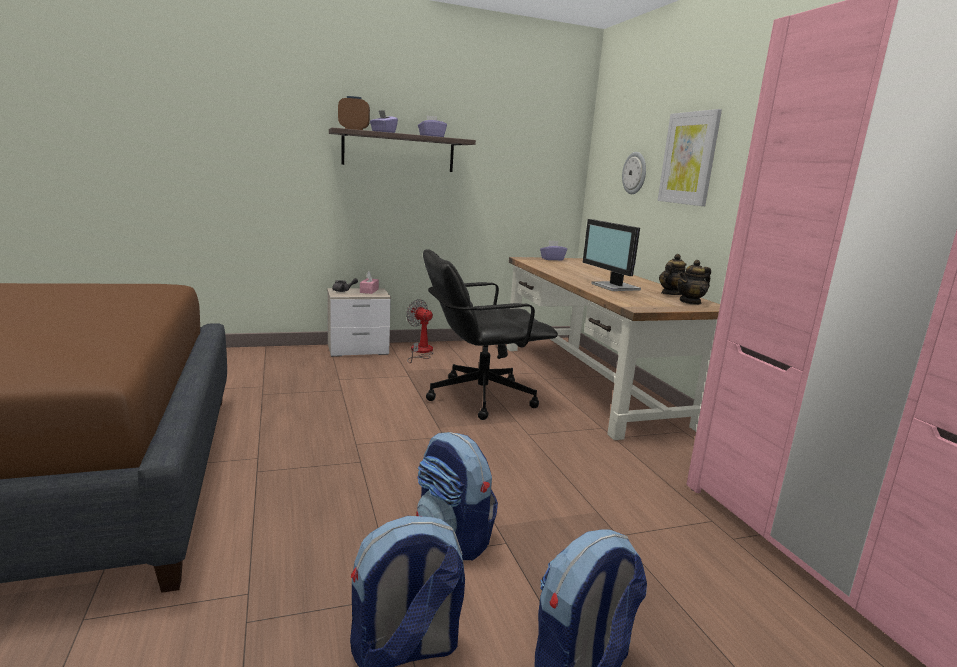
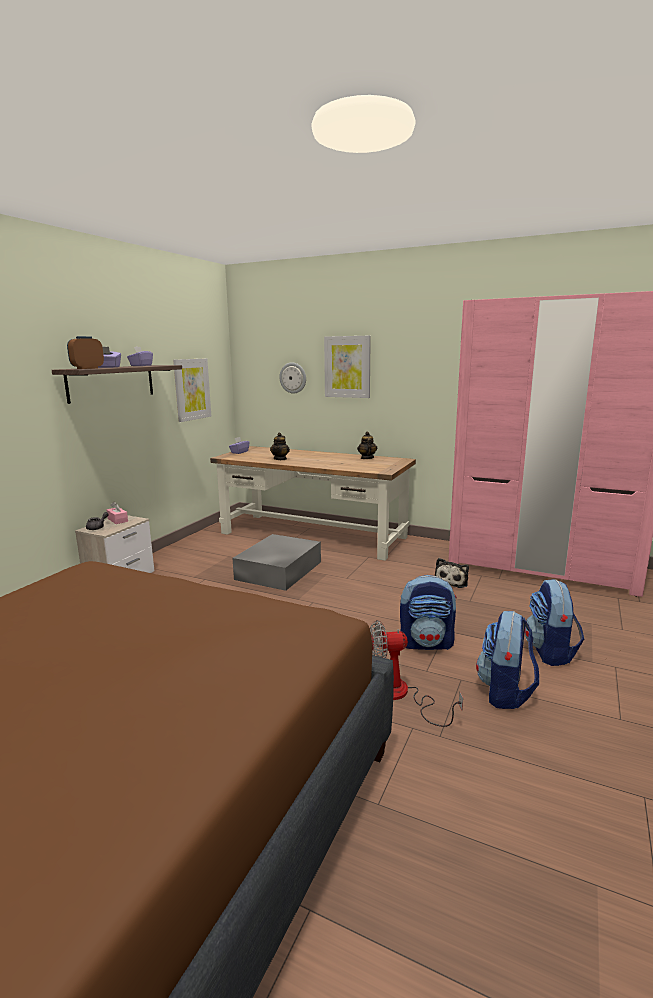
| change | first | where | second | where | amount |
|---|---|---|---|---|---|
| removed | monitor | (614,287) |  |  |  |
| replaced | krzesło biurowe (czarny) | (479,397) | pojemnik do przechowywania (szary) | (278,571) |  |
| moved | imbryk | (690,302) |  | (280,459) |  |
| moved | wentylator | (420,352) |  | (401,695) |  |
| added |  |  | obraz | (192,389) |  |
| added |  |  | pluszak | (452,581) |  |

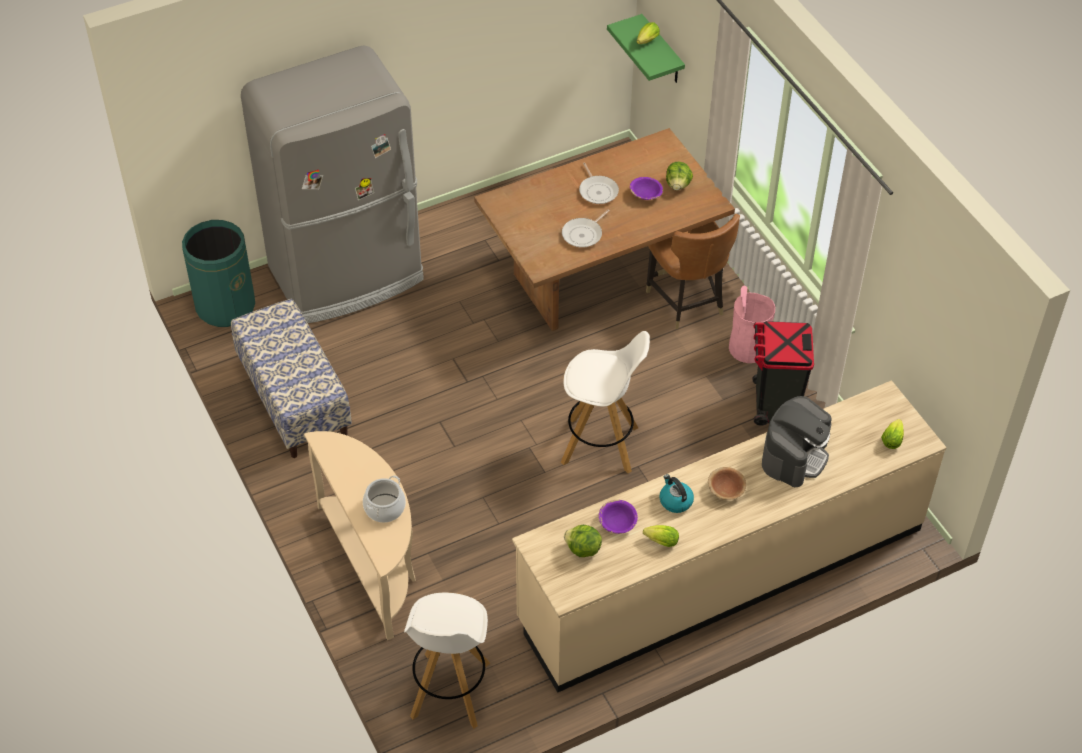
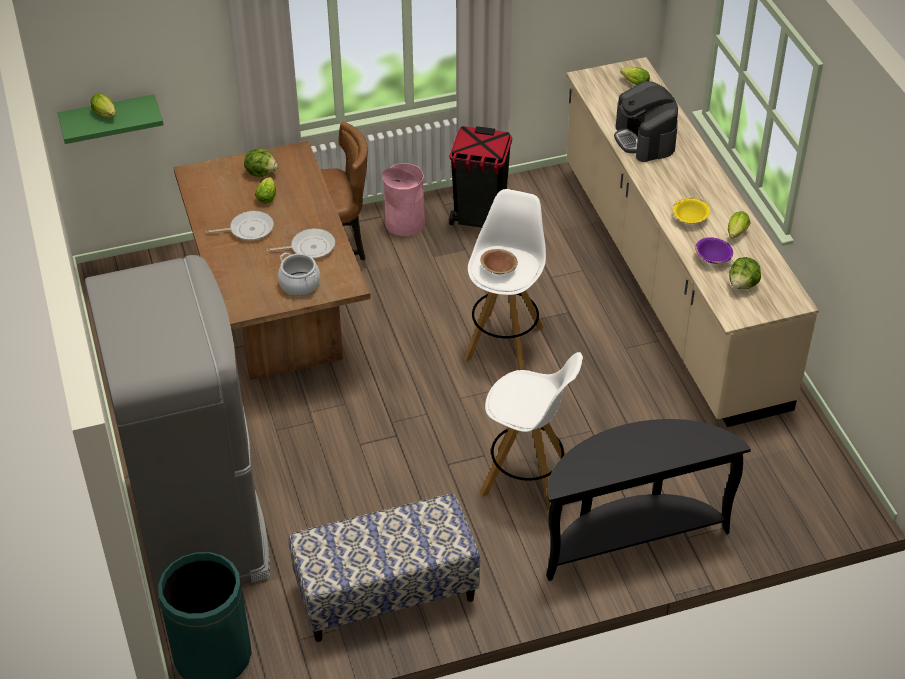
| change | first | where | second | where | amount |
|---|---|---|---|---|---|
| replaced | miska (fioletowy) | (645,195) | sałata | (267,196) |  |
| turned | patelnia | (584,234) |  | (310,247) | 60 degrees counterclockwise |
| turned | ekspres do kawy | (794,455) |  | (645,139) | 150 degrees counterclockwise |
| recoloured | stolik konsolowy (beżowy) | (374,563) | stolik konsolowy (czarny) | (630,536) |  |
| moved | miska (brązowy) | (726,490) |  | (498,269) |  |
| replaced | czajnik | (675,501) | miska (żółty) | (690,218) |  |
| moved | garnek | (385,508) |  | (300,284) |  |
| moved | stołek (biały) | (450,691) |  | (528,481) |  |

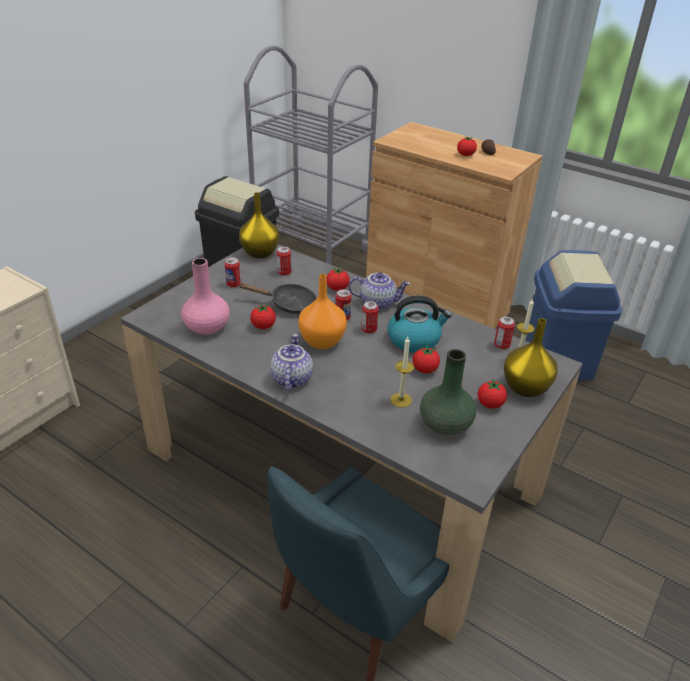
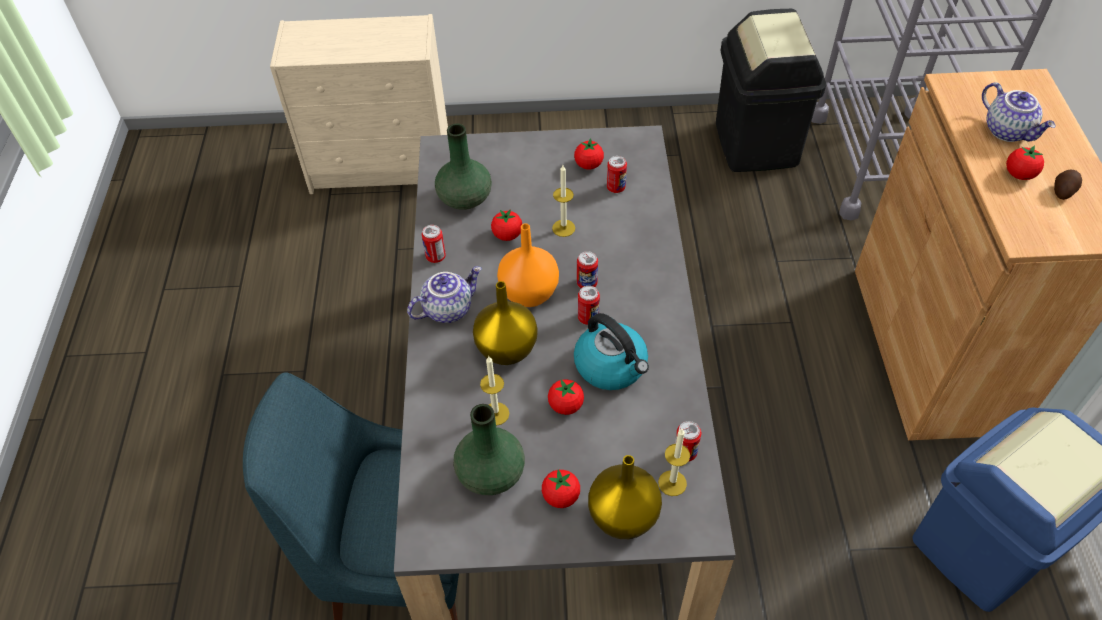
| change | first | where | second | where | amount |
|---|---|---|---|---|---|
| moved | wazon (żółty) | (260,253) |  | (507,351) |  |
| recoloured | wazon (różowy) | (207,327) | wazon (zielony) | (465,199) |  |
| moved | puszka | (234,284) |  | (435,256) |  |
| moved | pomidor | (337,288) |  | (588,165) |  |
| moved | imbryk | (378,302) |  | (1008,131) |  |
| replaced | patelnia (czarny) | (288,304) | świeca | (563,228) |  |

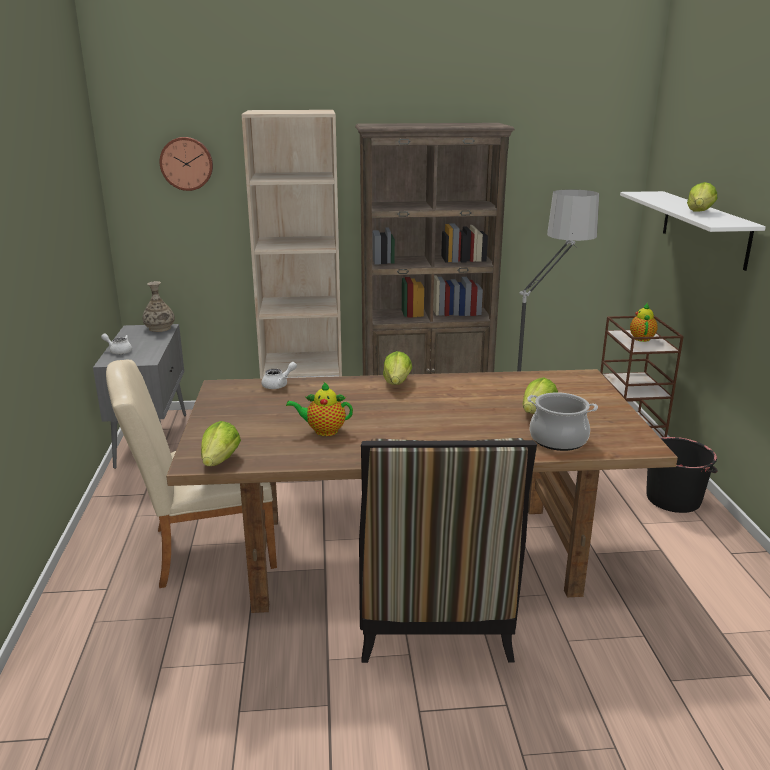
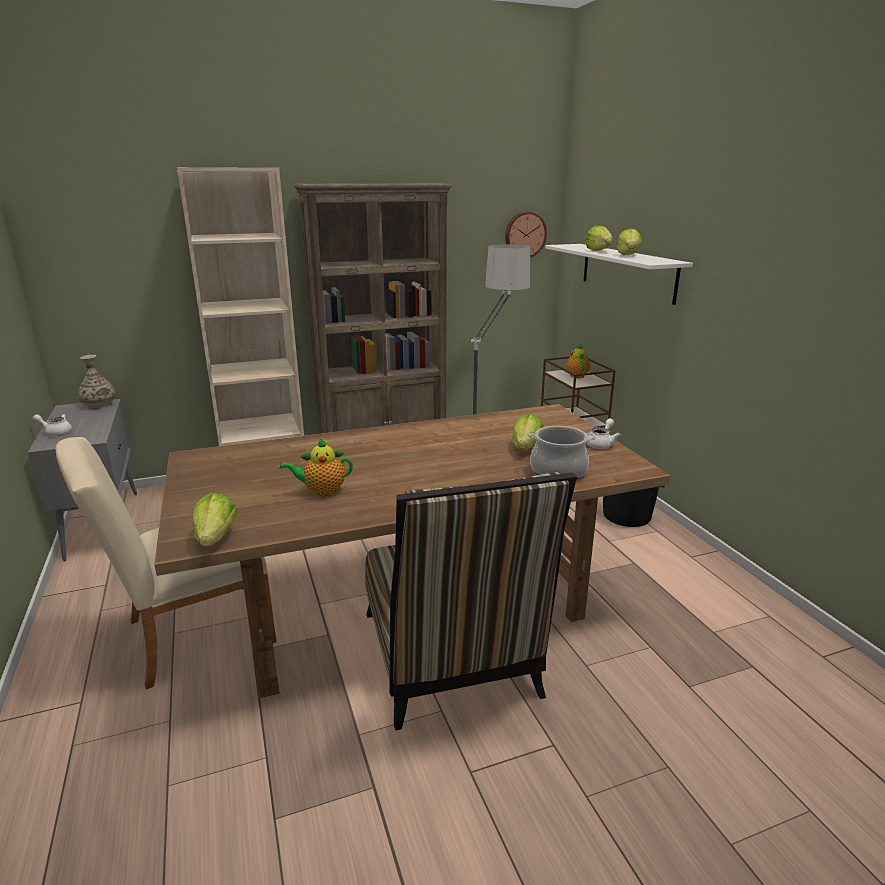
| change | first | where | second | where | amount |
|---|---|---|---|---|---|
| moved | zegar ścienny | (186,163) |  | (524,234) |  |
| moved | sałata | (397,383) |  | (599,251) |  |
| moved | imbryk (biały) | (279,385) |  | (601,444) |  |

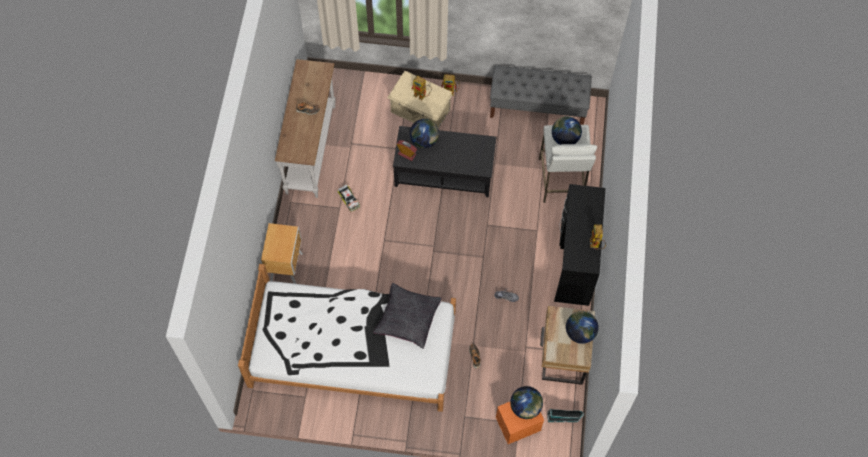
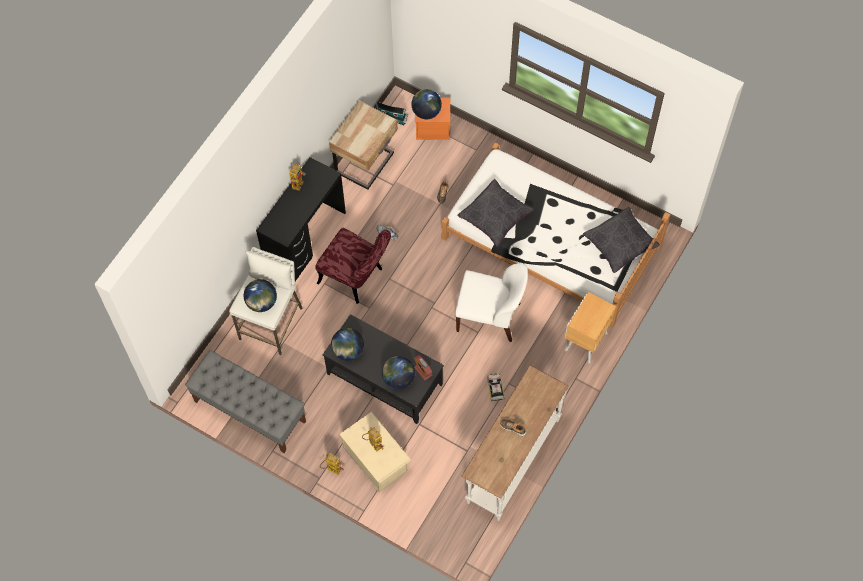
| change | first | where | second | where | amount |
|---|---|---|---|---|---|
| moved | globus | (580,332) |  | (348,351) |  |
| added |  |  | poduszka (czarny) | (620,244) |  |
| added |  |  | krzesło (czerwony) | (356,278) |  |
| added |  |  | krzesło (biały) | (490,317) |  |

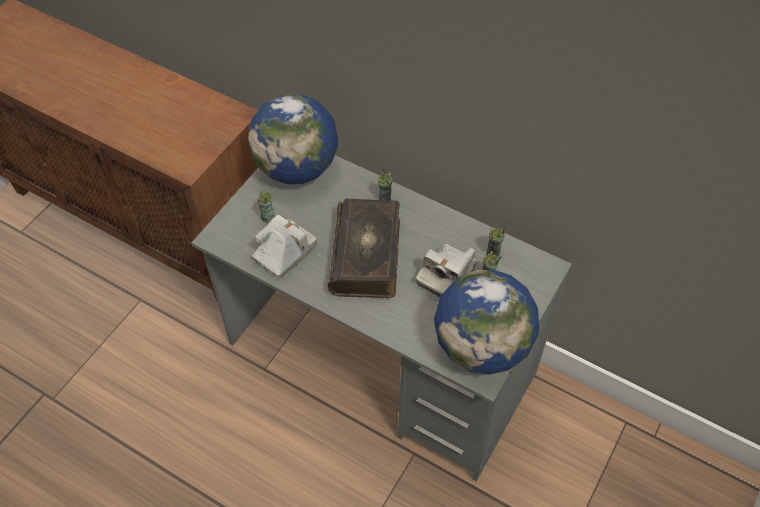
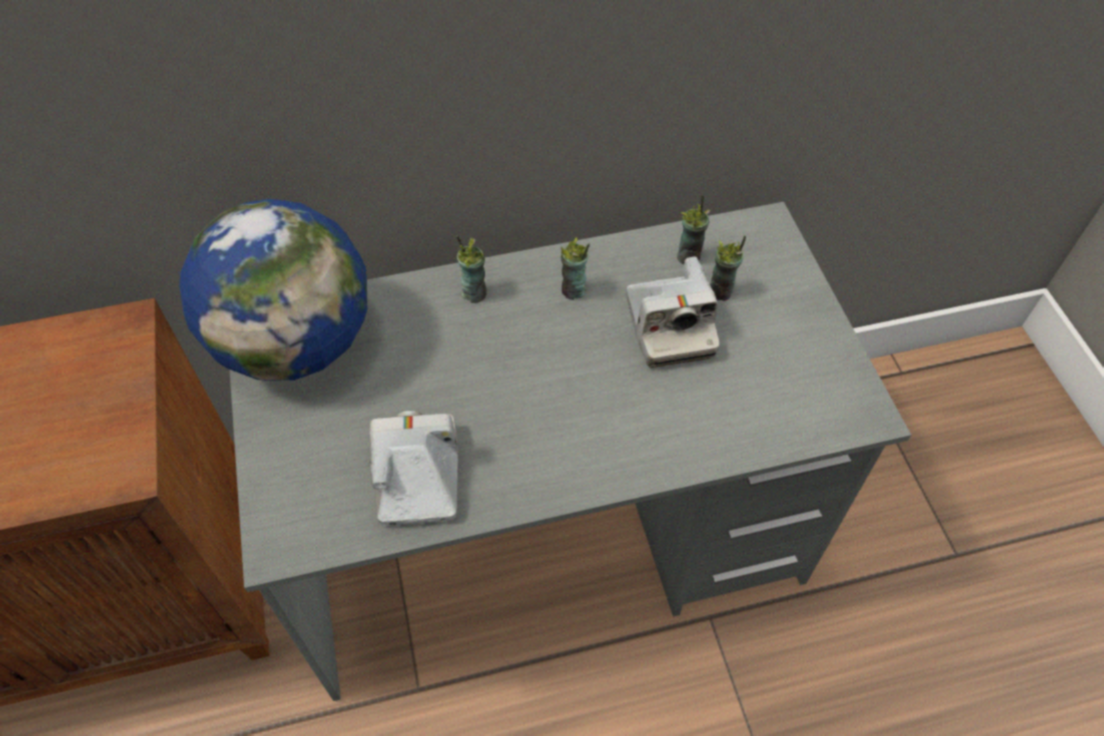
| change | first | where | second | where | amount |
|---|---|---|---|---|---|
| moved | filiżanka | (268,218) |  | (573,291) |  |
| removed | książka | (367,256) |  |  |  |
| removed | globus | (481,346) |  |  |  |

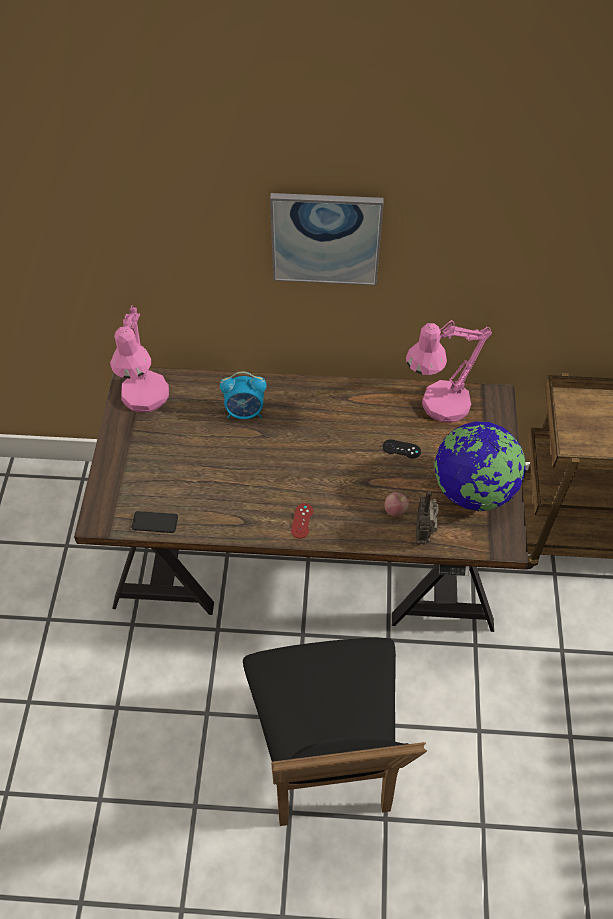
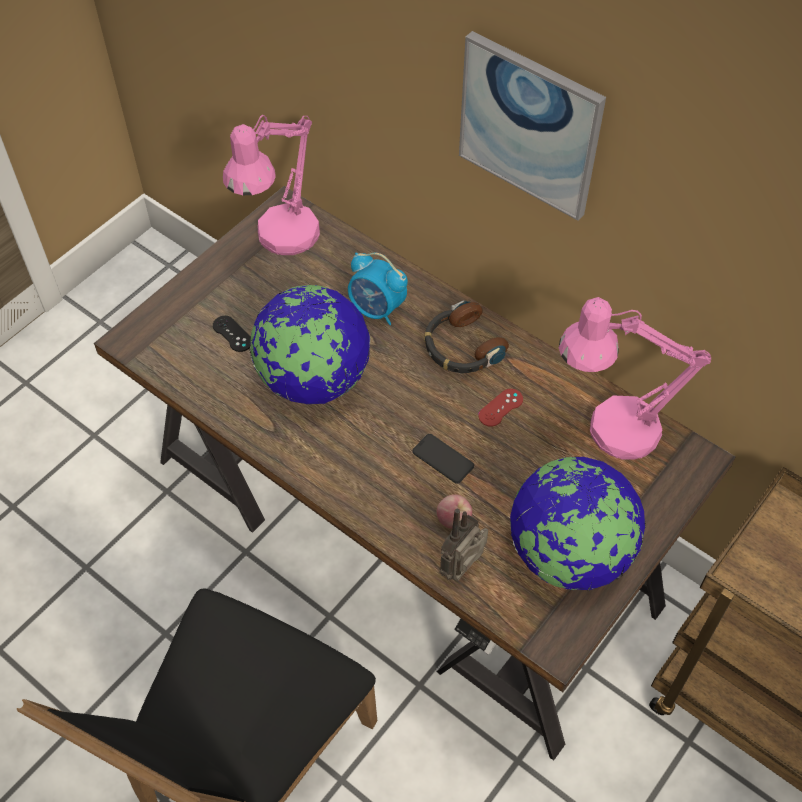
| change | first | where | second | where | amount |
|---|---|---|---|---|---|
| moved | pad do gier (czarny) | (401,449) |  | (232,334) |  |
| moved | pad do gier (czerwony) | (302,521) |  | (500,407) |  |
| moved | telefon | (155,522) |  | (443,459) |  |
| added |  |  | globus | (313,380) |  |
| added |  |  | słuchawki | (461,347) |  |

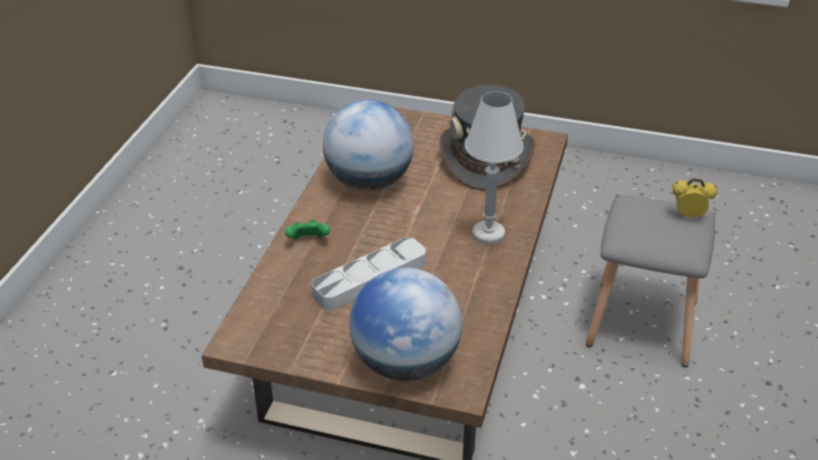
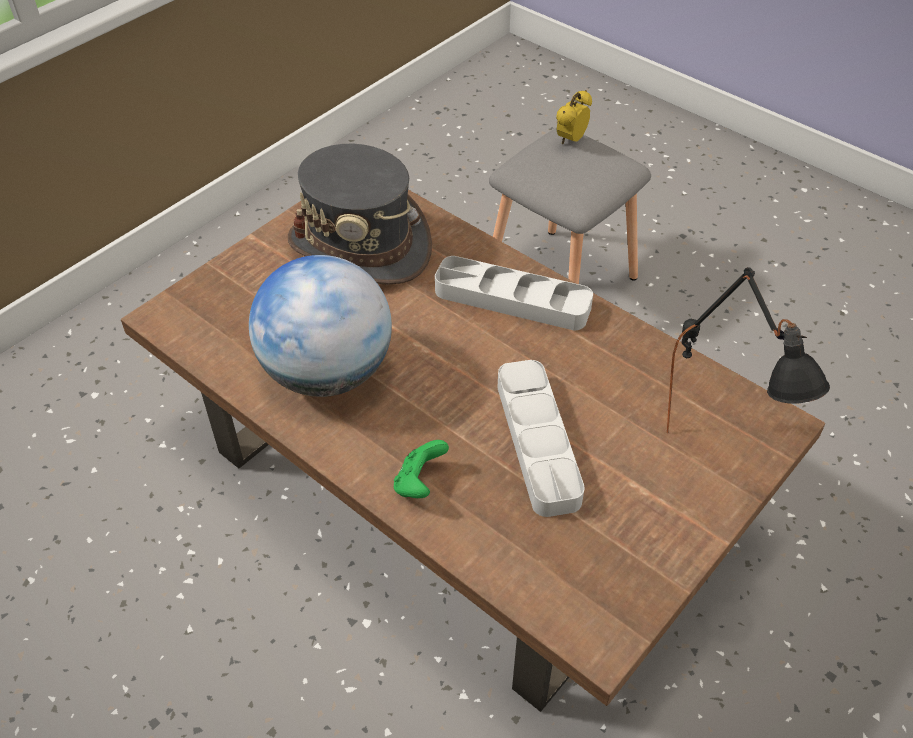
| change | first | where | second | where | amount |
|---|---|---|---|---|---|
| replaced | lampa stołowa (biały) | (488,234) | taca (szary) | (512,299) |  |
| replaced | globus | (406,363) | lampa stołowa (czarny) | (716,460) |  |

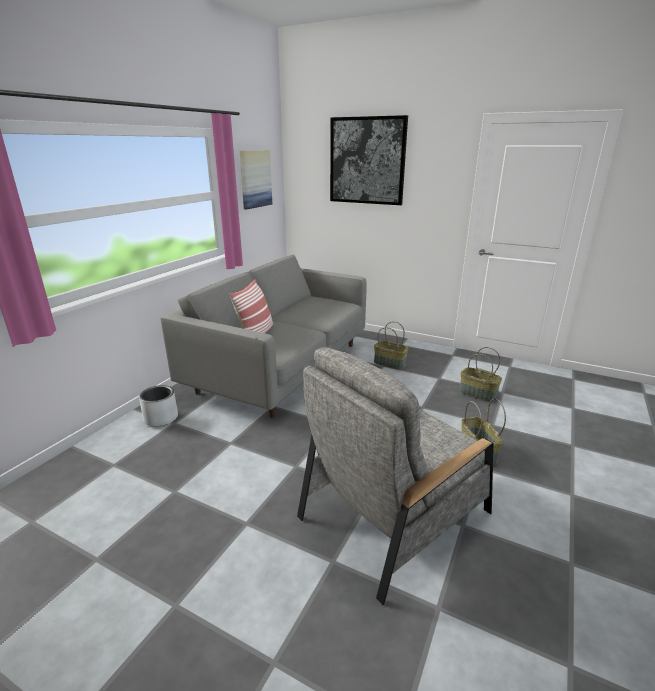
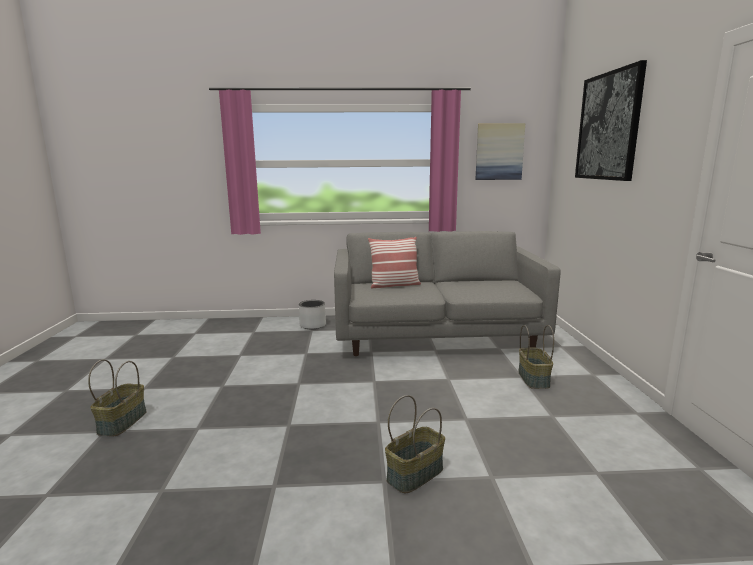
| change | first | where | second | where | amount |
|---|---|---|---|---|---|
| removed | fotel (szary) | (394,514) |  |  |  |
| moved | koszyk | (477,394) |  | (122,422) |  |

